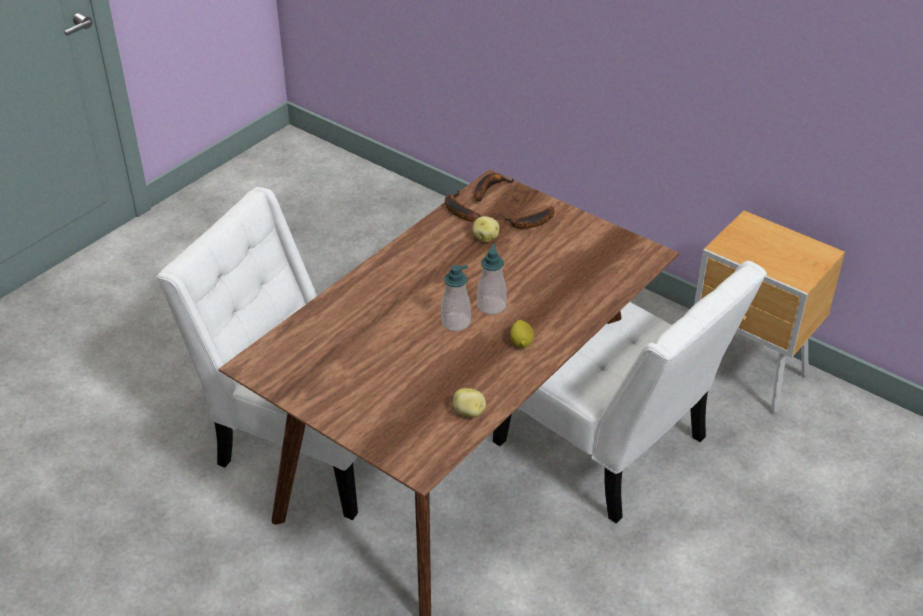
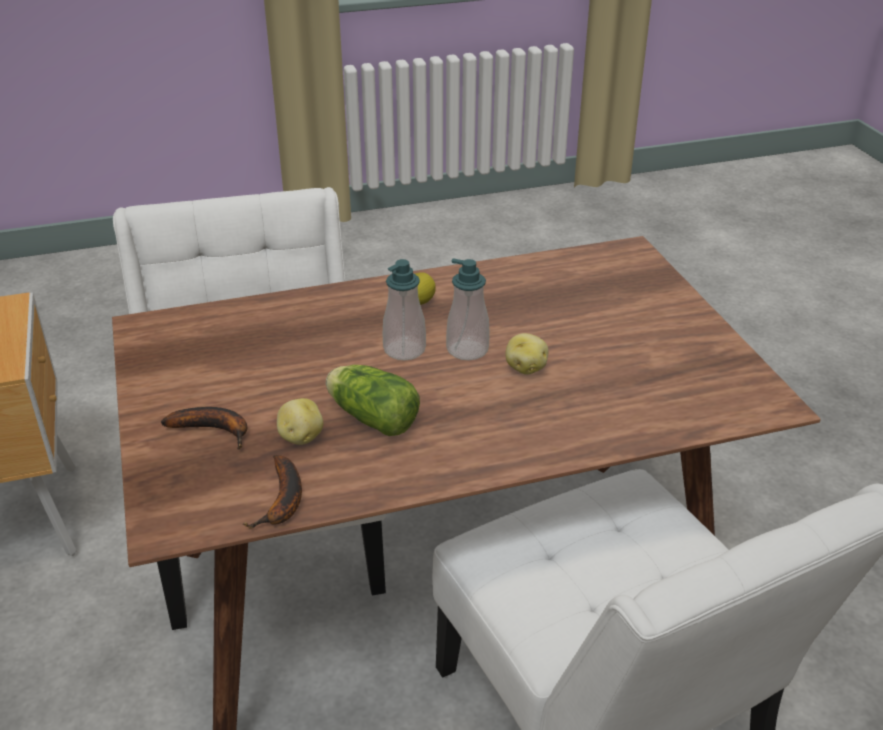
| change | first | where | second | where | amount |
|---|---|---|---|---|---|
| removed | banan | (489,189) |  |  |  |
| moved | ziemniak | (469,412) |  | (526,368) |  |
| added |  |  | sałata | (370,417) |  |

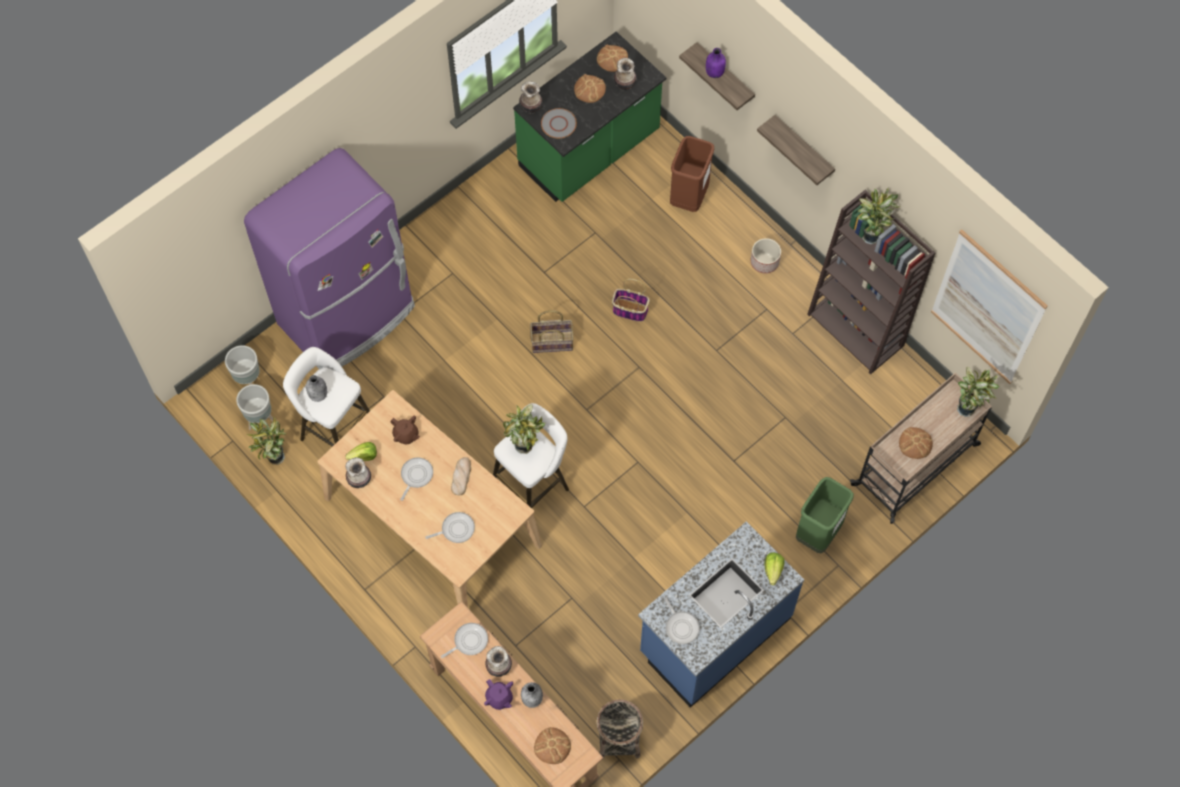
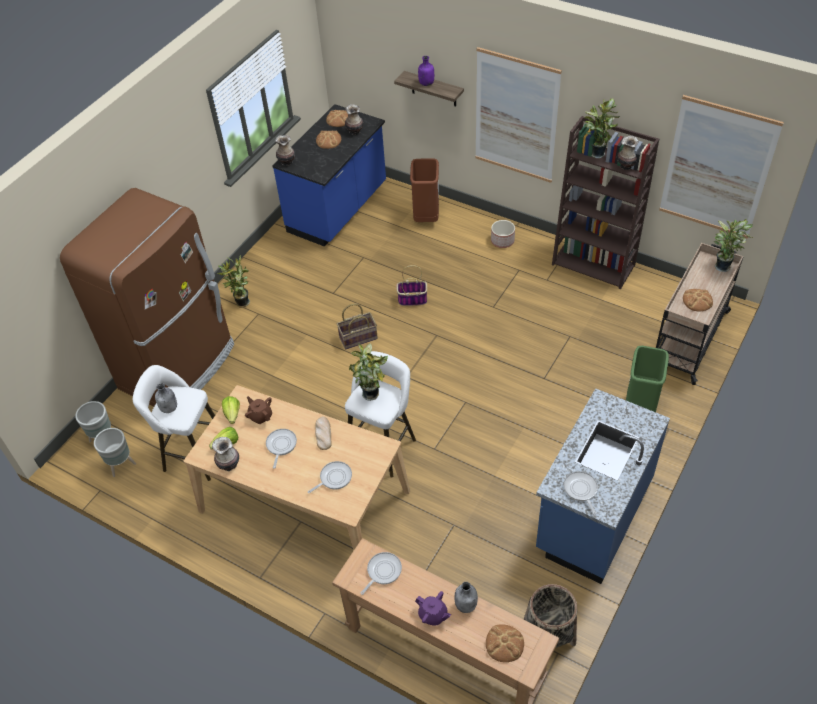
| change | first | where | second | where | amount |
|---|---|---|---|---|---|
| recoloured | zabudowa kuchenna (zielony) | (590,151) | zabudowa kuchenna (niebieski) | (338,209) |  |
| removed | talerz (szary) | (558,124) |  |  |  |
| replaced | półka | (803,149) | obraz | (516,116) |  |
| recoloured | lodówka (fioletowy) | (348,316) | lodówka (brązowy) | (179,367) |  |
| turned | imbryk (brązowy) | (406,435) |  | (260,416) | 150 degrees counterclockwise |
| moved | roślina doniczkowa | (273,458) |  | (241,303) |  |
| moved | sałata | (773,570) |  | (232,414) |  |
| turned | patelnia | (681,626) |  | (581,490) | 150 degrees counterclockwise |
| moved | wazon | (499,667) |  | (626,166) |  |

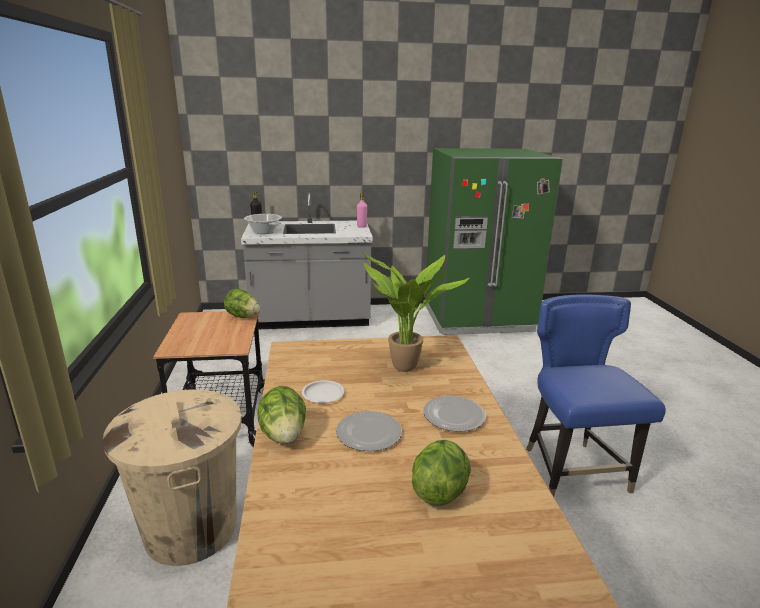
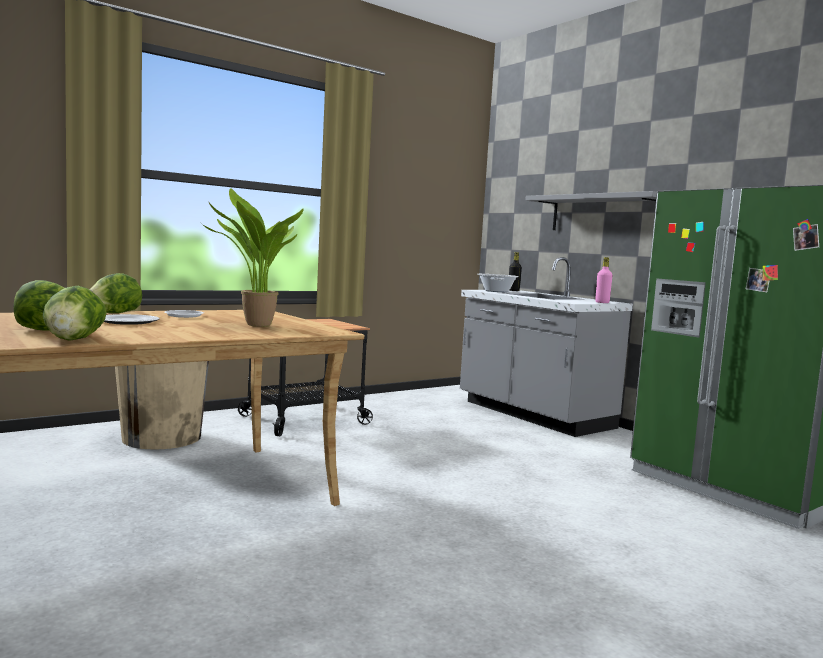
| change | first | where | second | where | amount |
|---|---|---|---|---|---|
| moved | sałata | (242,316) |  | (74,340) |  |
| removed | krzesło (niebieski) | (573,471) |  |  |  |
| removed | talerz | (453,416) |  |  |  |
| added |  |  | półka (szary) | (603,213) |  |

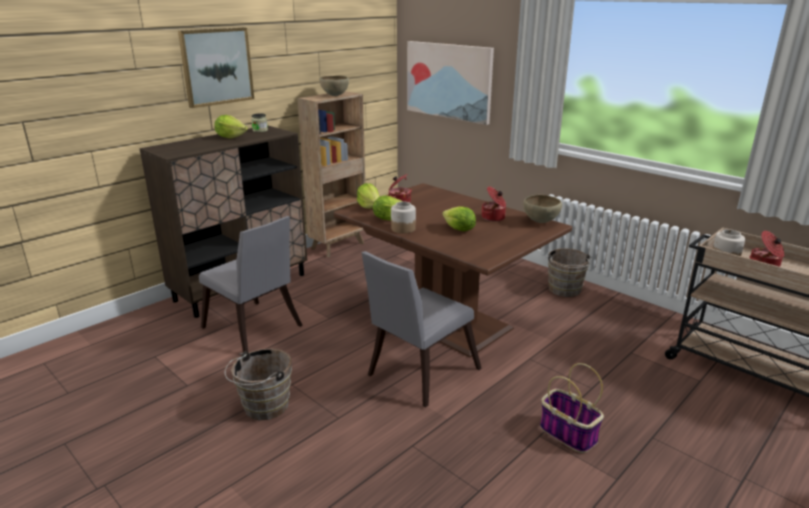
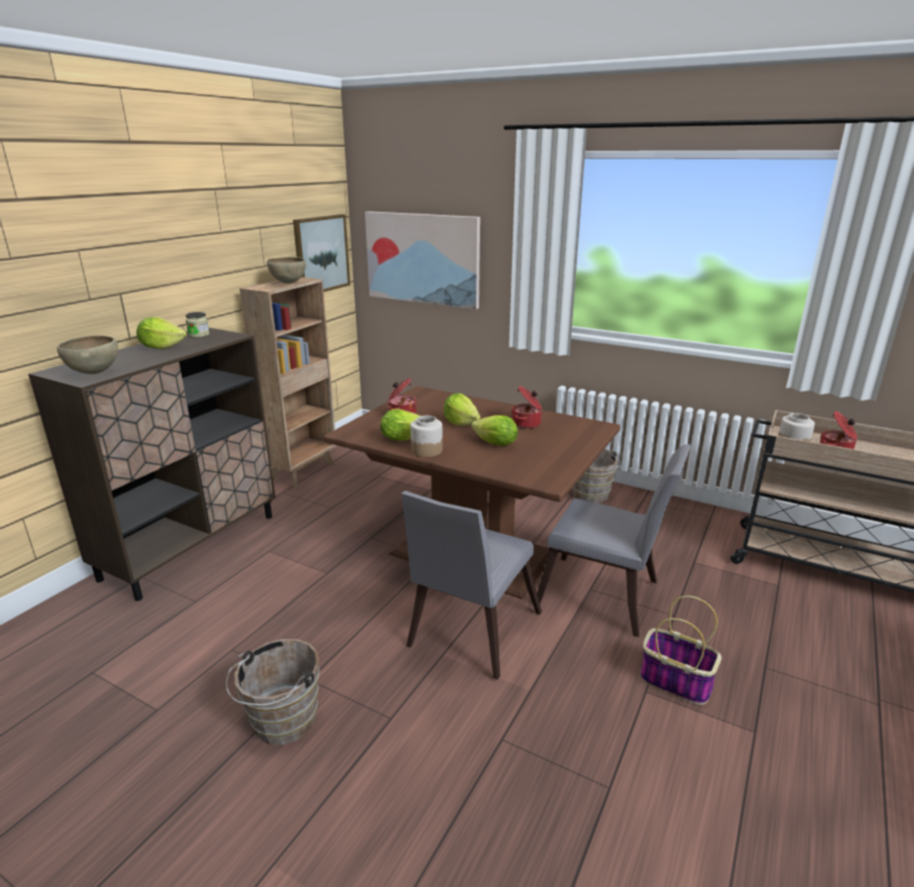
| change | first | where | second | where | amount |
|---|---|---|---|---|---|
| moved | obraz | (217,66) |  | (321,254) |  |
| moved | sałata | (369,207) |  | (461,423) |  |
| moved | miska (brązowy) | (540,222) |  | (94,373) |  |
| moved | krzesło (szary) | (254,330) |  | (605,598) |  |

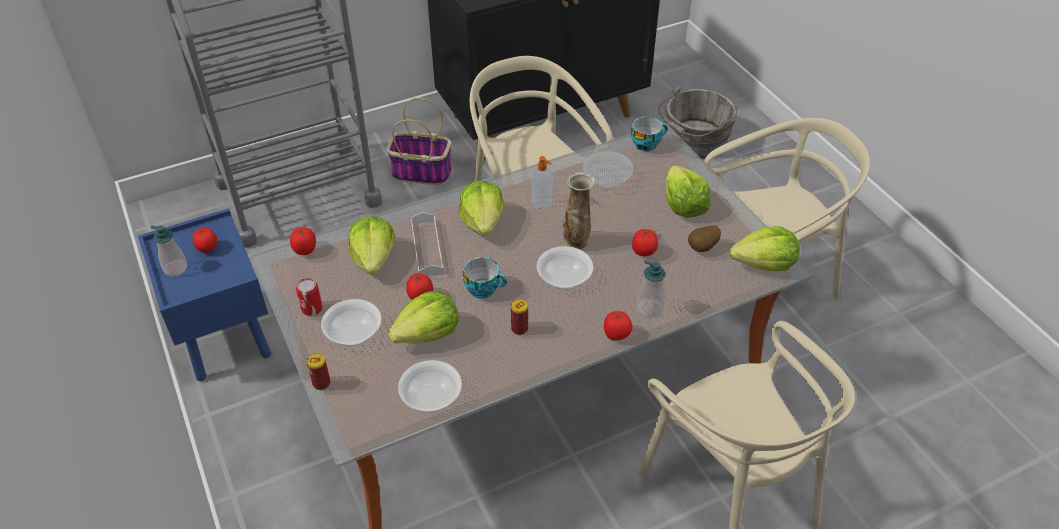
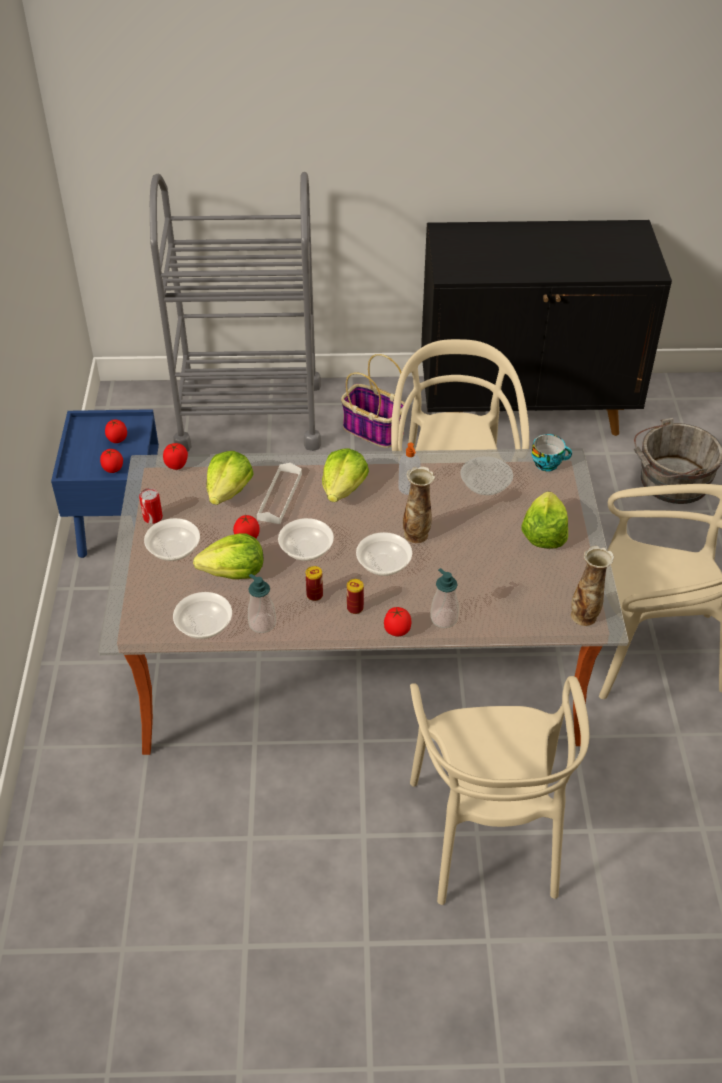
| change | first | where | second | where | amount |
|---|---|---|---|---|---|
| moved | dozownik mydła | (175,268) |  | (262,623) |  |
| removed | ziemniak | (703,248) |  |  |  |
| replaced | sałata | (764,264) | wazon | (584,616) |  |
| moved | pomidor | (644,252) |  | (113,470) |  |
| replaced | filiżanka | (484,289) | miska | (306,549) |  |
| moved | puszka | (321,383) |  | (355,608) |  |

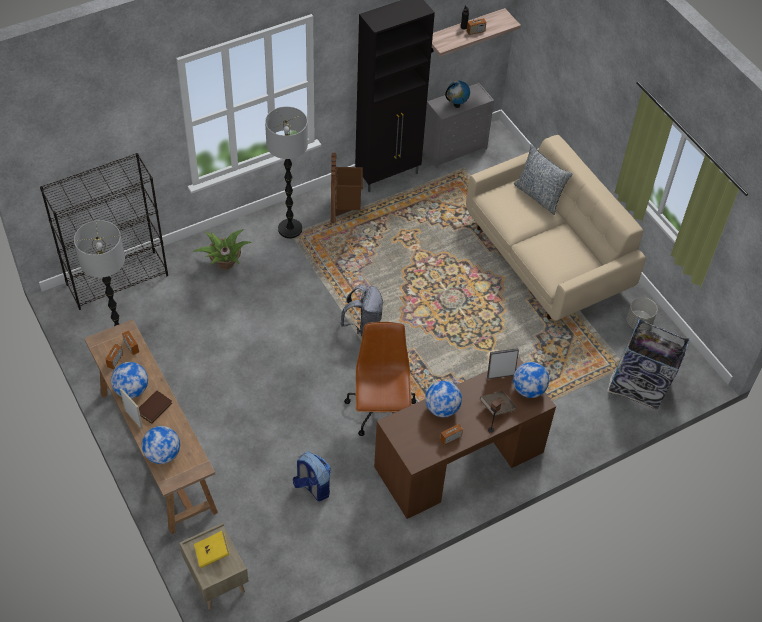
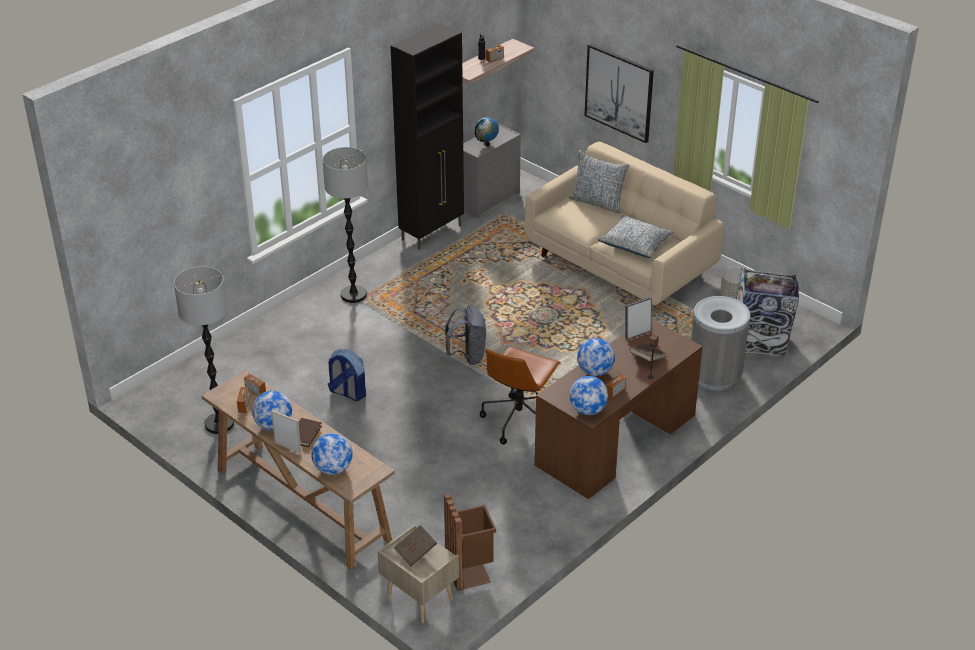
| change | first | where | second | where | amount |
|---|---|---|---|---|---|
| removed | regał (czarny) | (118,279) |  |  |  |
| moved | kosz na śmieci (brązowy) | (345,212) |  | (470,571) |  |
| removed | roślina doniczkowa | (224,264) |  |  |  |
| turned | krzesło biurowe (brązowy) | (381,411) |  | (519,419) | 135 degrees counterclockwise |
| moved | globus | (528,389) |  | (587,410) |  |
| moved | plecak | (312,487) |  | (347,393) |  |
| recoloured | książka (żółty) | (212,553) | książka (brązowy) | (416,552) |  |
| added |  |  | obraz | (619,92) |  |
| added |  |  | poduszka | (635,244) |  |
| added |  |  | kosz na śmieci (szary) | (714,377) |  |

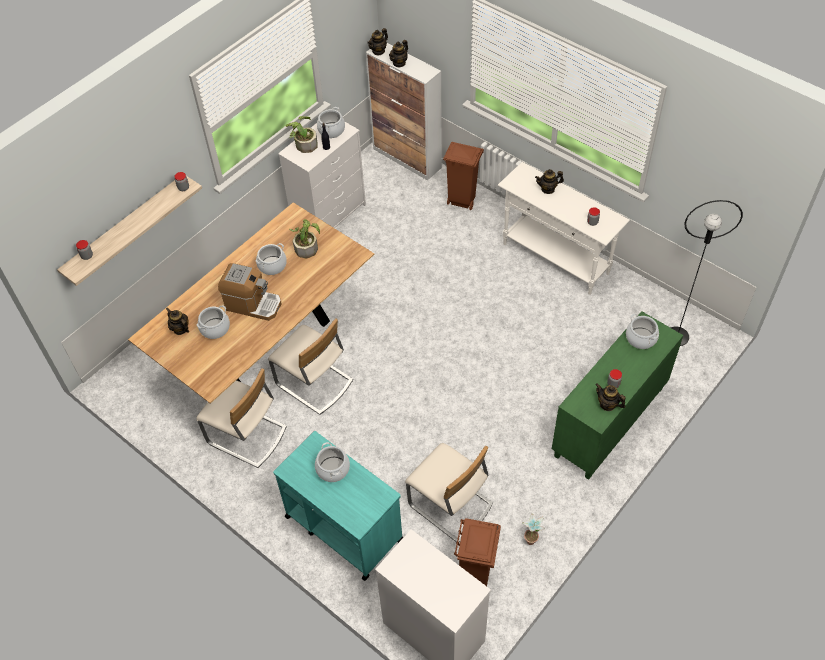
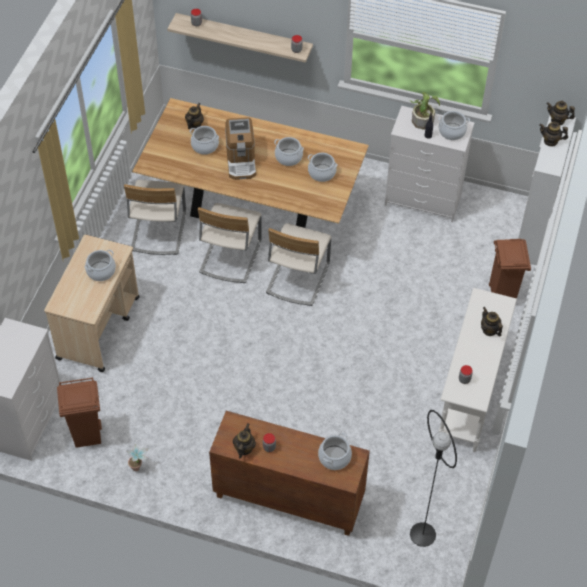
| change | first | where | second | where | amount |
|---|---|---|---|---|---|
| replaced | roślina doniczkowa | (307,246) | garnek | (322,173) |  |
| recoloured | szafka (zielony) | (609,423) | szafka (brązowy) | (287,499) |  |
| recoloured | wózek (turkusowy) | (343,527) | wózek (beżowy) | (99,327) |  |
| moved | krzesło (beżowy) | (450,505) |  | (297,278) |  |

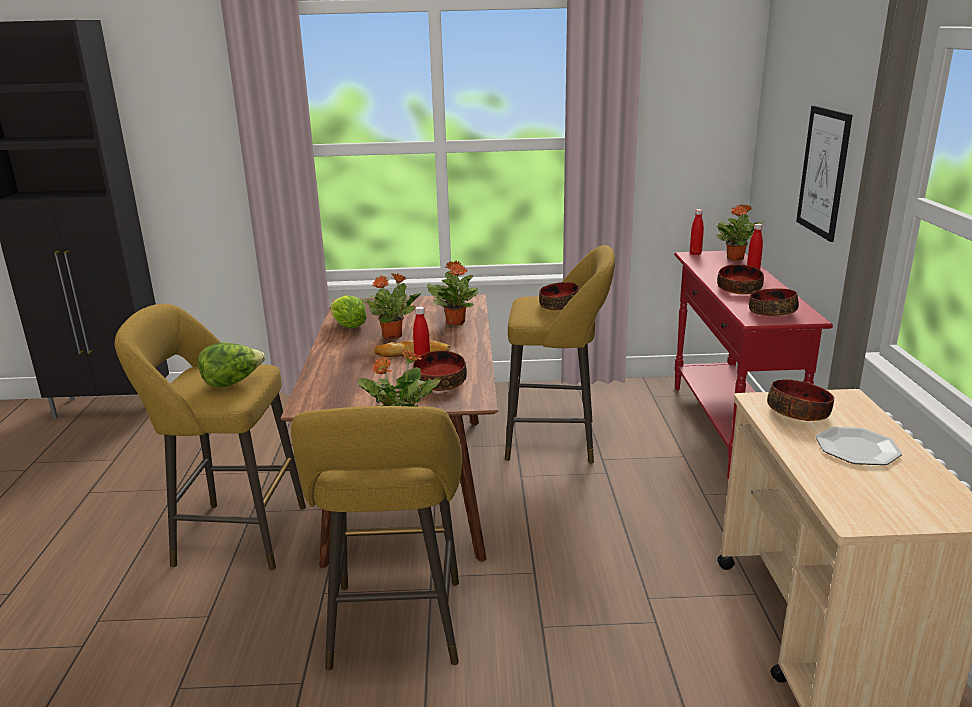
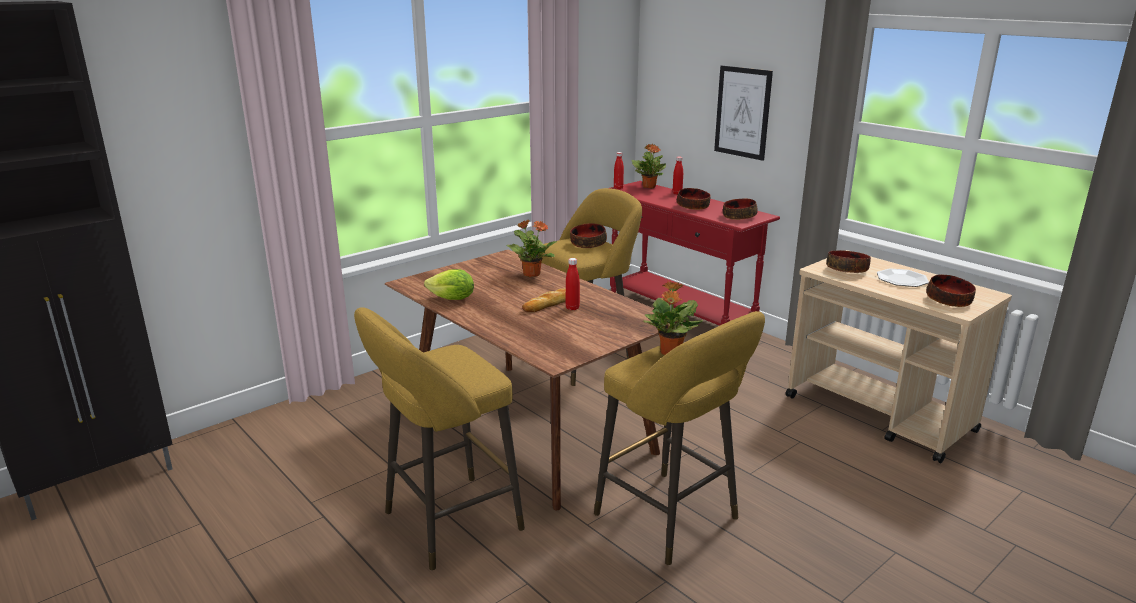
| change | first | where | second | where | amount |
|---|---|---|---|---|---|
| removed | roślina doniczkowa | (393,335) |  |  |  |
| removed | sałata | (233,383) |  |  |  |
| moved | miska | (439,382) |  | (948,300) |  |

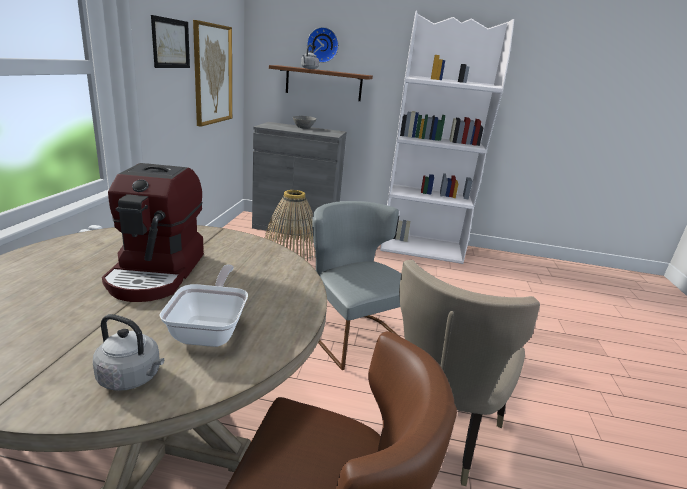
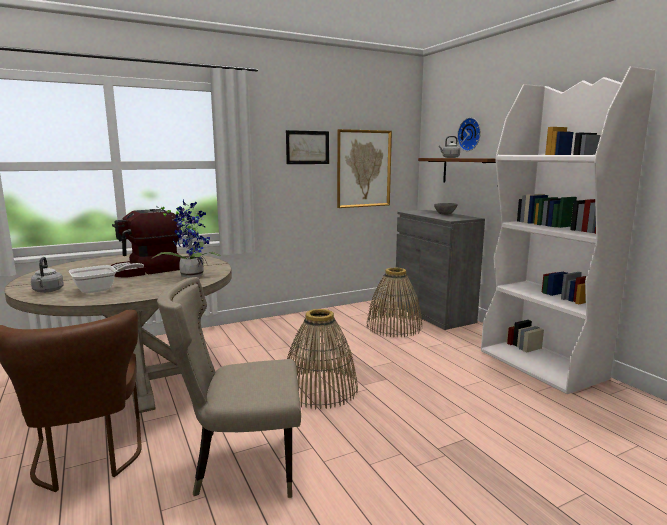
| change | first | where | second | where | amount |
|---|---|---|---|---|---|
| replaced | krzesło (szary) | (353,334) | koszyk | (320,389) |  |
| added |  |  | roślina doniczkowa | (192,274) |  |

